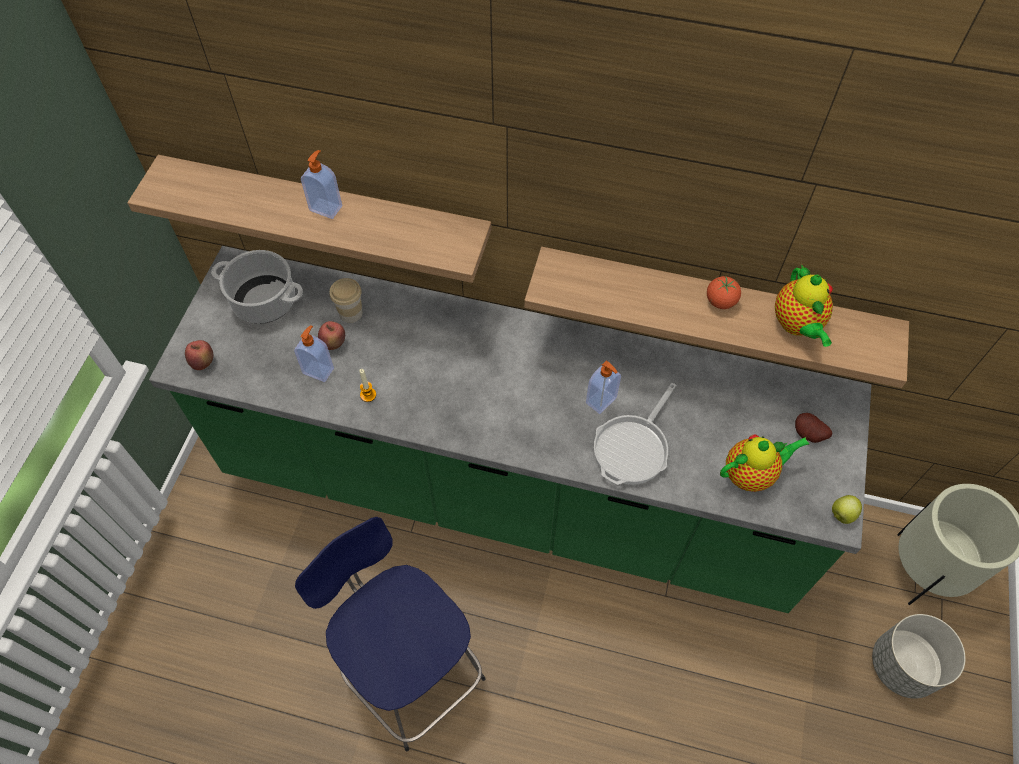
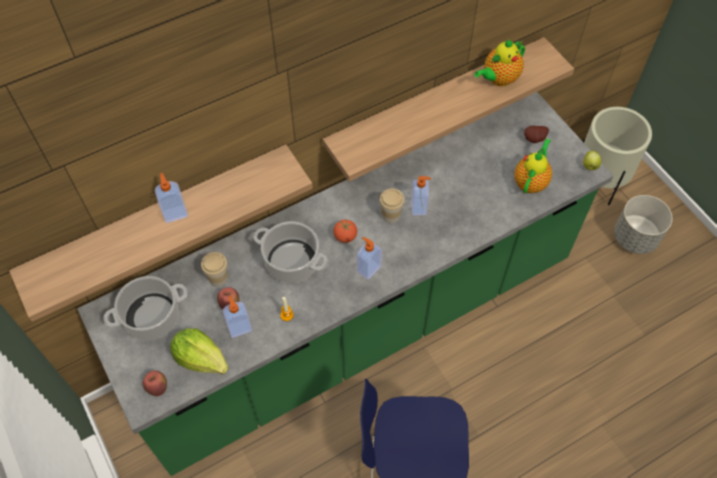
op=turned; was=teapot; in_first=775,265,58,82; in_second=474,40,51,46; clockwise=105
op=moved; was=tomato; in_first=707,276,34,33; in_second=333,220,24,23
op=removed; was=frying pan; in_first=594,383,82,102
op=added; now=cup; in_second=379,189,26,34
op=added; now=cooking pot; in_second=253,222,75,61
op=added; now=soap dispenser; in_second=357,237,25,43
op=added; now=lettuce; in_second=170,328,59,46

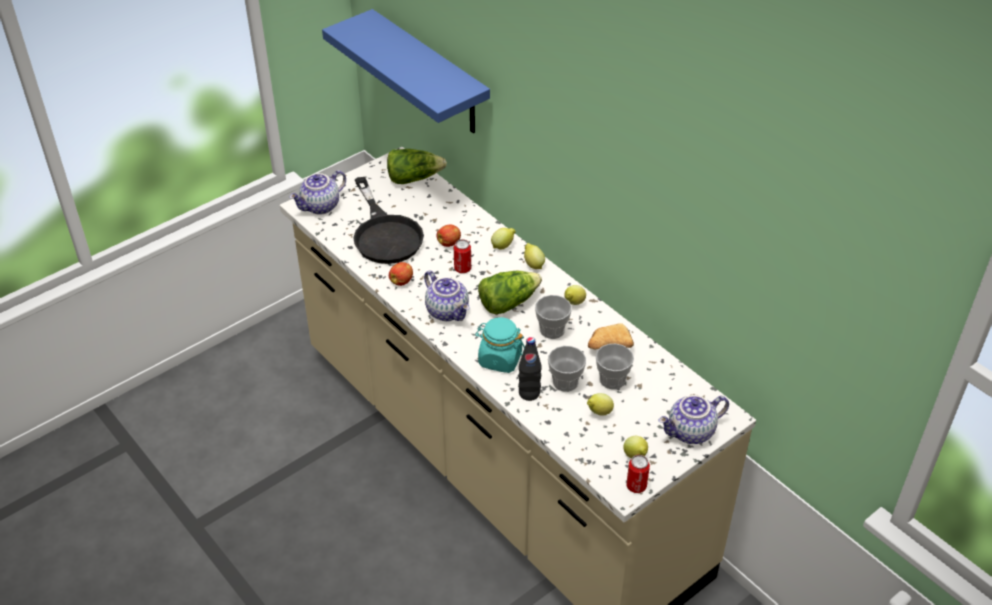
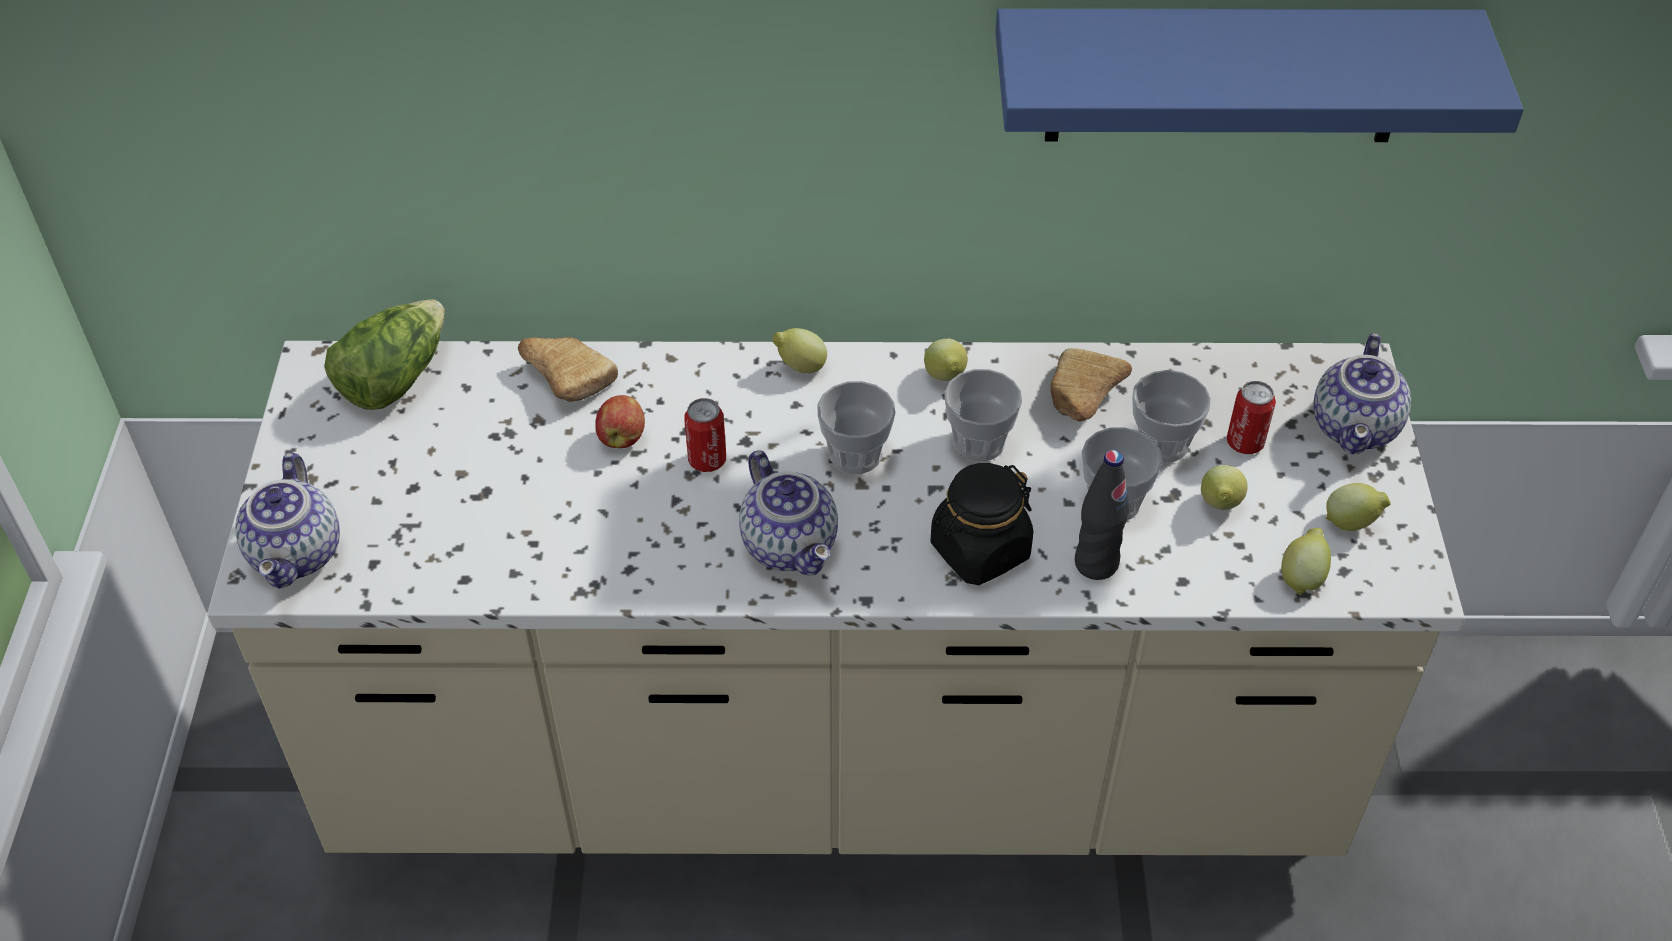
op=moved; was=blue shelf; in_first=322,9,168,125; in_second=995,9,529,133
op=removed; was=black frying pan; in_first=353,177,71,87
op=moved; was=lemon; in_first=491,228,25,22; in_second=1281,528,50,68
op=removed; was=apple; in_first=389,262,24,24
op=turned; was=teapot; in_first=424,271,45,50; in_second=739,450,99,126; clockwise=60
op=replaced; was=lettuce; now=cup; in_first=478,271,64,43; in_second=817,381,78,93
op=recoloured; was=turquoise jar; now=black jar; in_first=475,317,50,56; in_second=930,463,103,122
op=moved; was=can; in_first=626,455,24,38; in_second=1227,381,49,73
op=added; now=bread; in_second=518,337,100,65

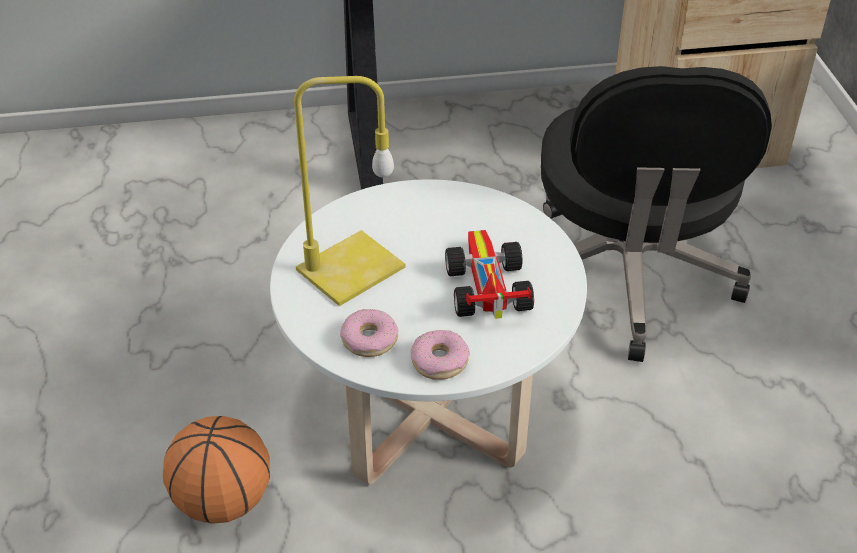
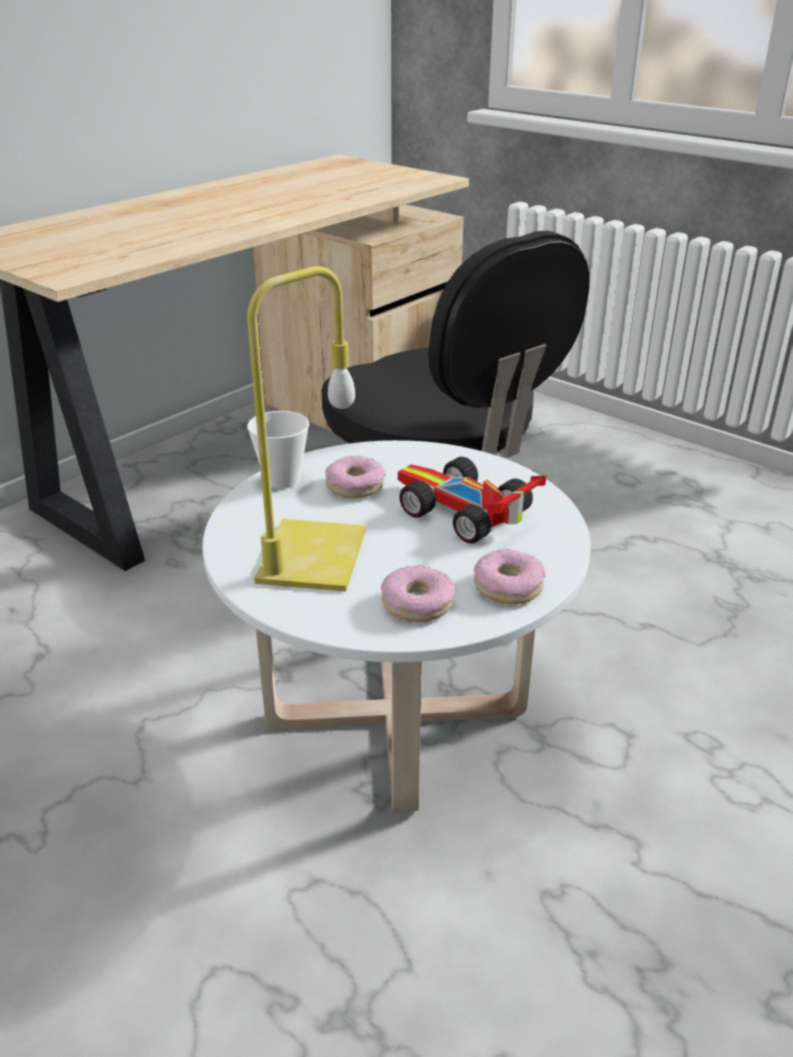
op=removed; was=basketball; in_first=163,416,107,108
op=added; now=cup; in_second=247,411,62,78
op=added; now=donut; in_second=325,456,61,42

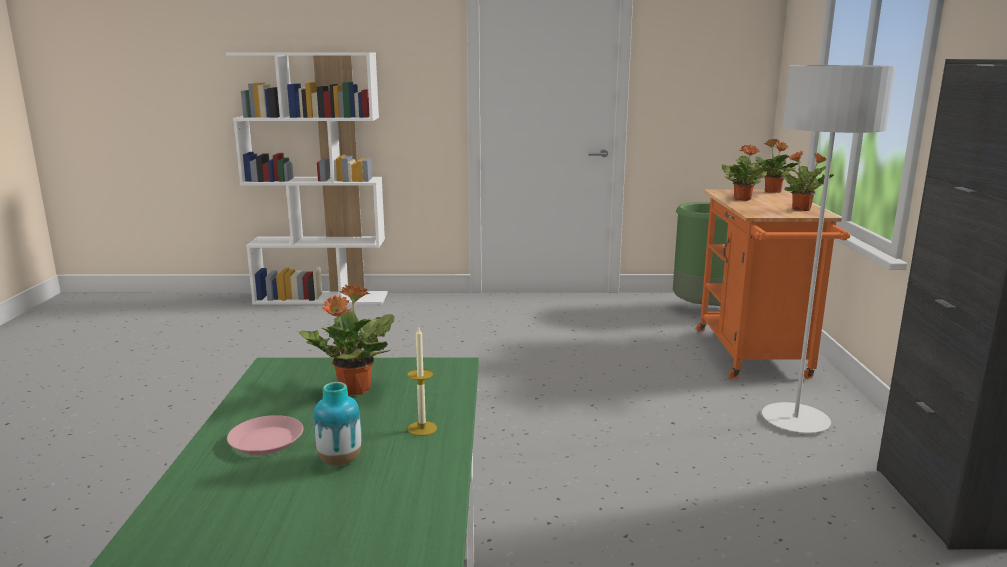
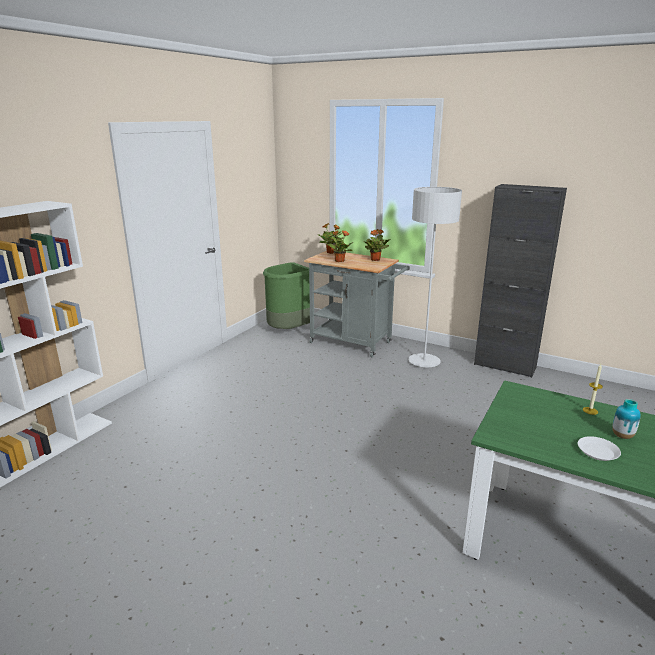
op=recoloured; was=orange cart; now=grey cart; in_first=696,190,154,189; in_second=304,251,106,107
op=removed; was=potted plant; in_first=299,285,96,110
op=recoloured; was=pink plate; now=white plate; in_first=227,415,76,40; in_second=578,436,43,25

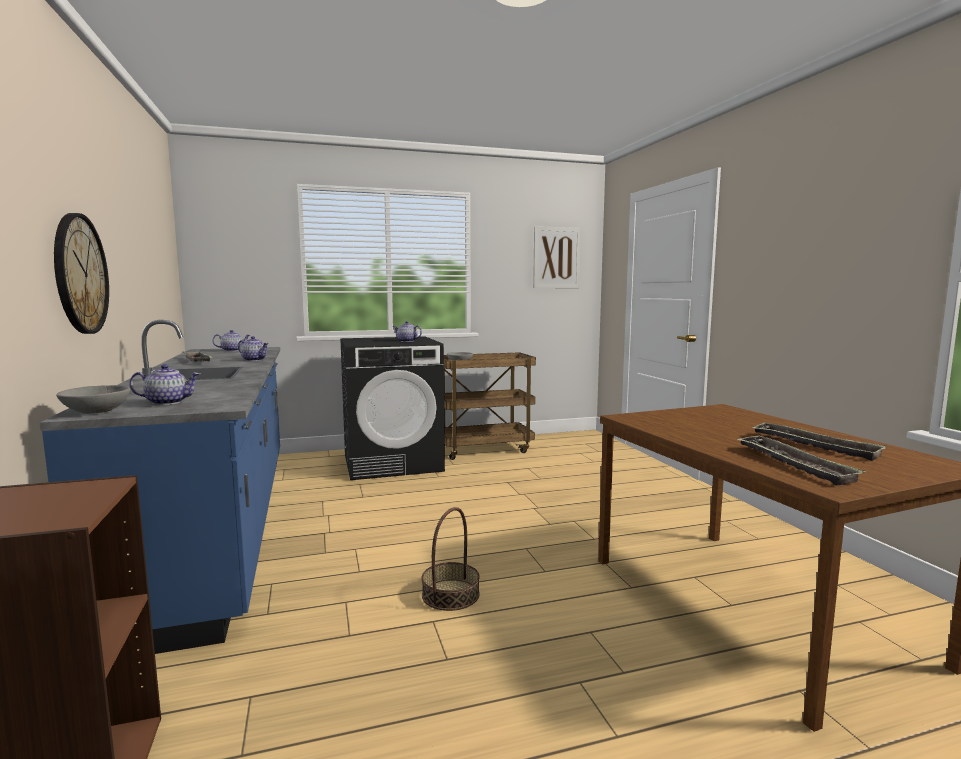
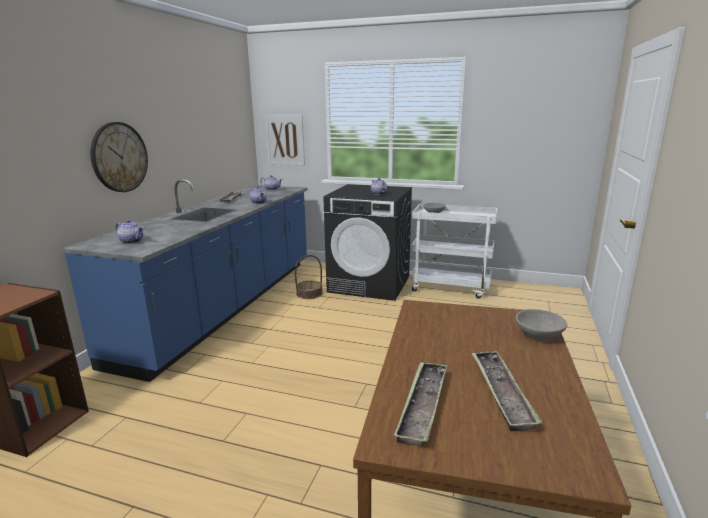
op=moved; was=picture; in_first=533,226,48,62; in_second=265,115,40,51
op=recoloured; was=brown cart; now=white cart; in_first=443,352,93,108; in_second=410,204,88,95
op=moved; was=grey bowl; in_first=56,385,74,29; in_second=516,309,51,30
op=moved; was=basket; in_first=421,507,59,104; in_second=295,255,28,44

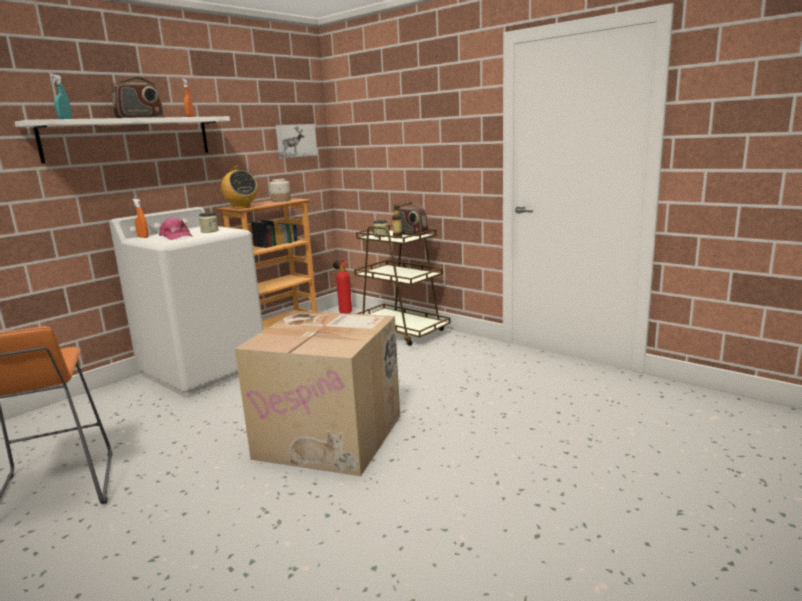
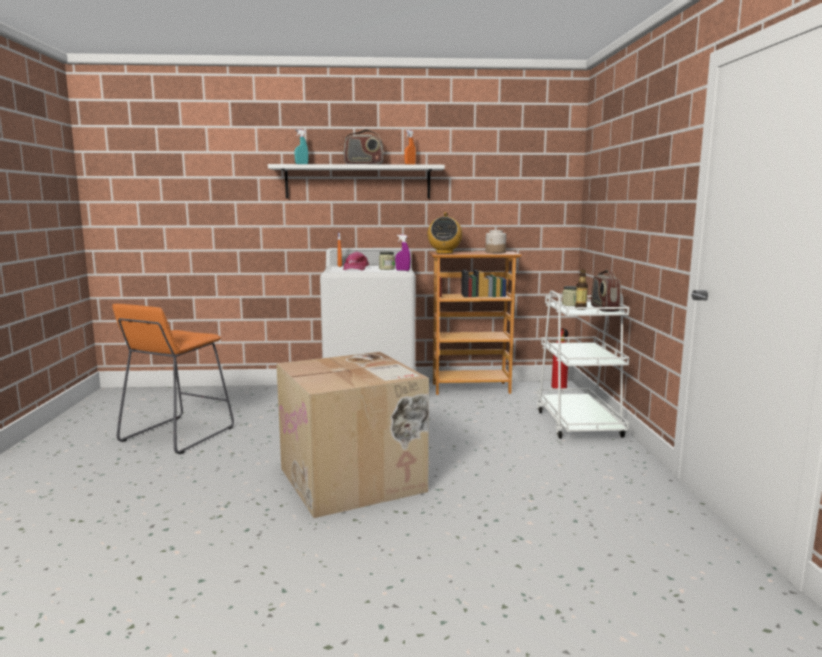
op=removed; was=picture; in_first=276,124,42,35
op=recoloured; was=brown cart; now=white cart; in_first=354,225,96,121; in_second=537,290,93,149
op=added; now=purple spray bottle; in_second=395,235,16,36

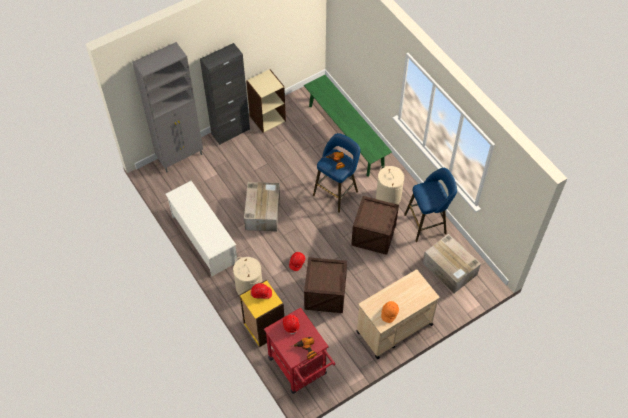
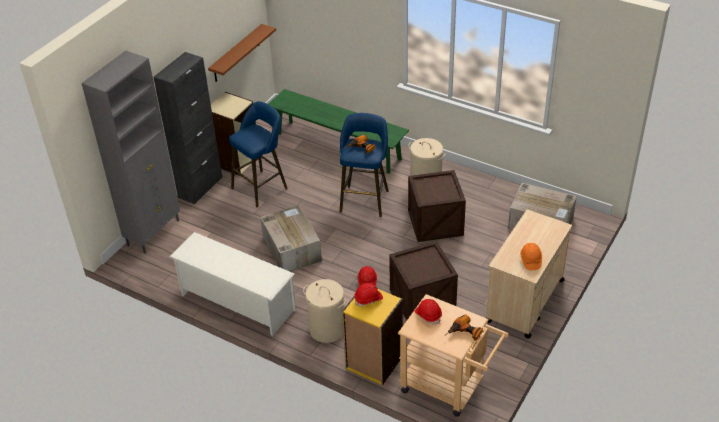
op=moved; was=blue stool; in_first=404,168,53,74; in_second=229,101,59,106
op=recoloured; was=red cart; now=beige cart; in_first=264,307,71,87; in_second=398,294,111,123
op=added; now=brown shelf; in_second=208,24,68,58

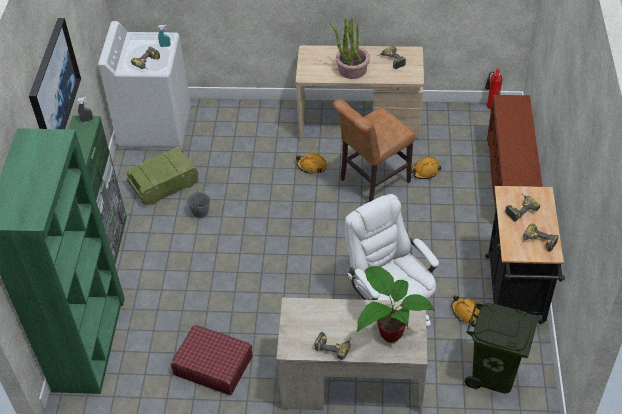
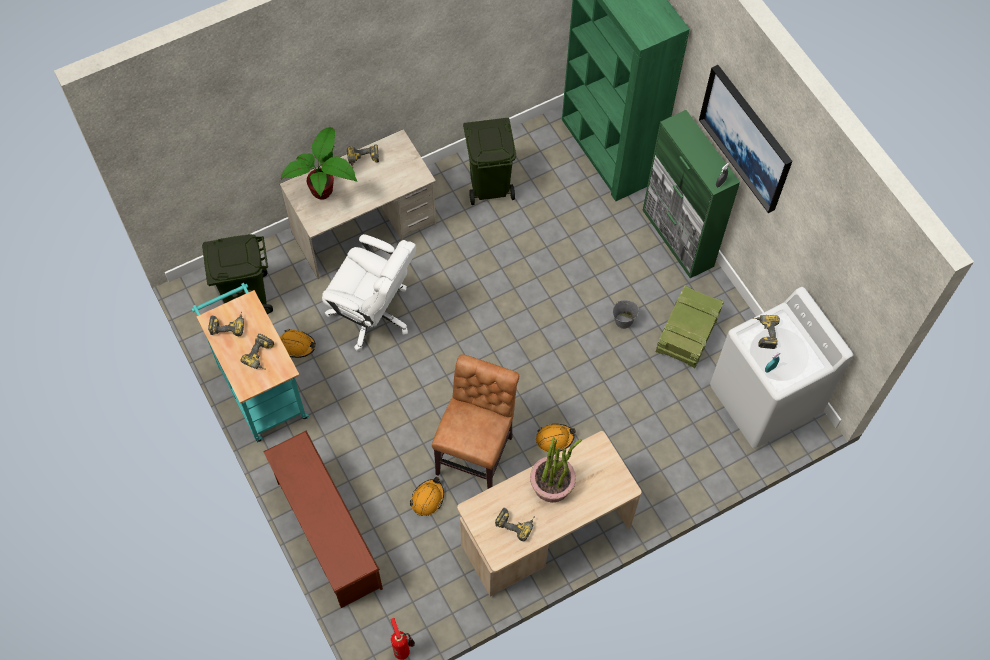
op=recoloured; was=black cart; now=turquoise cart; in_first=485,186,80,138; in_second=192,283,117,159
op=replaced; was=red suitcase; now=green trash can; in_first=171,325,81,70; in_second=463,118,53,87

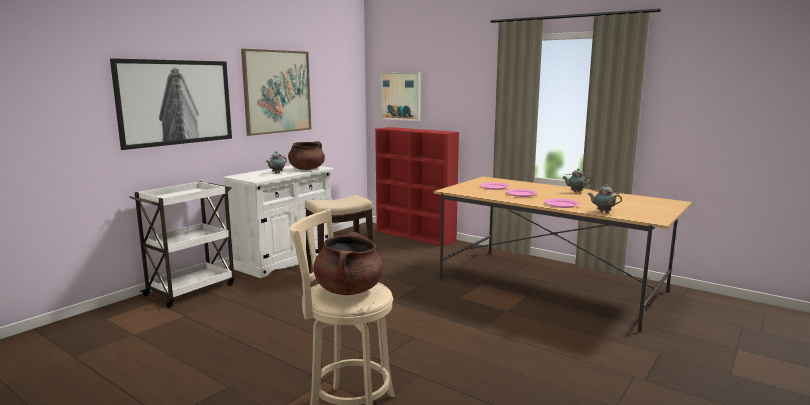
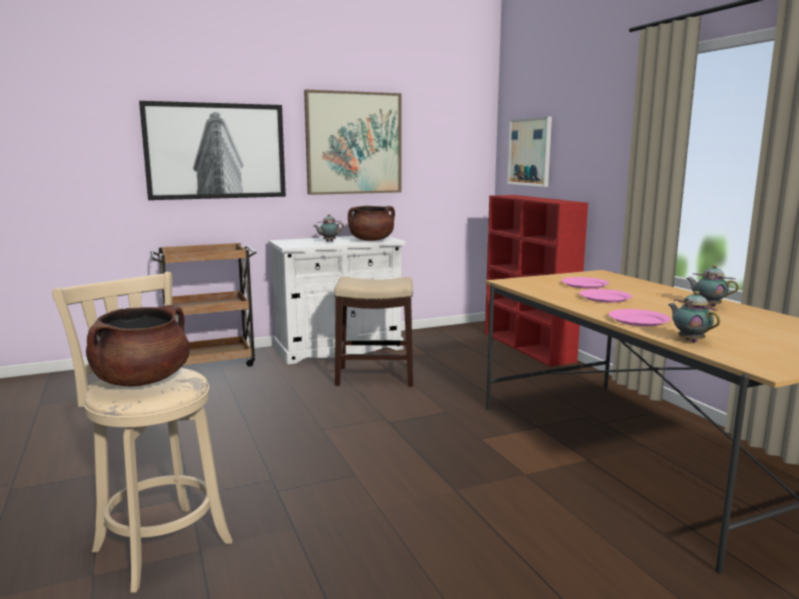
op=recoloured; was=white cart; now=brown cart; in_first=129,181,105,126; in_second=150,243,107,124

